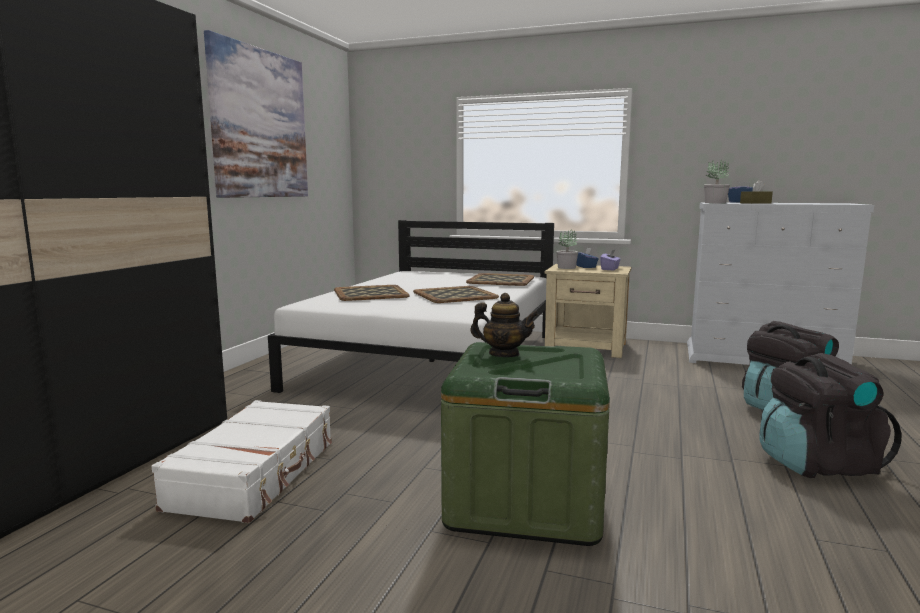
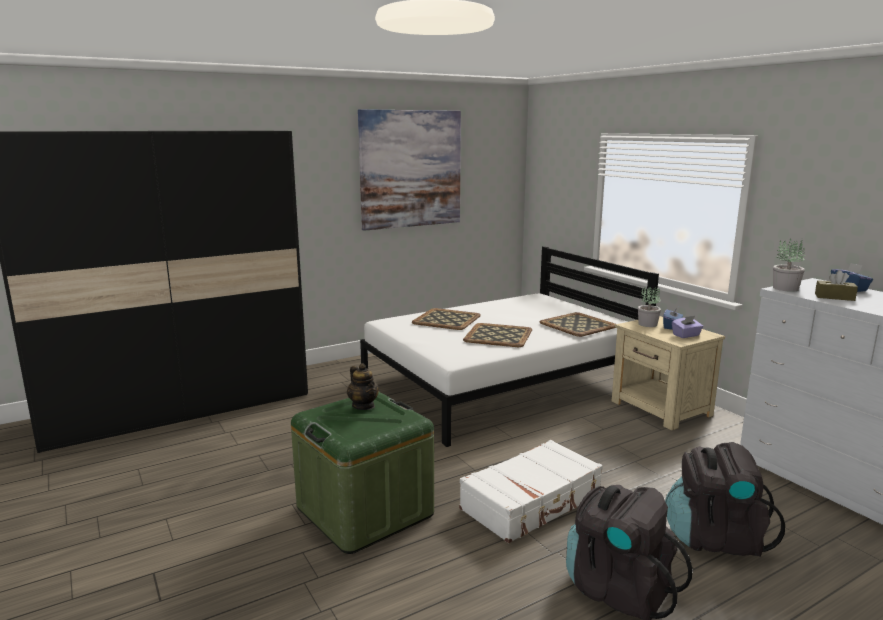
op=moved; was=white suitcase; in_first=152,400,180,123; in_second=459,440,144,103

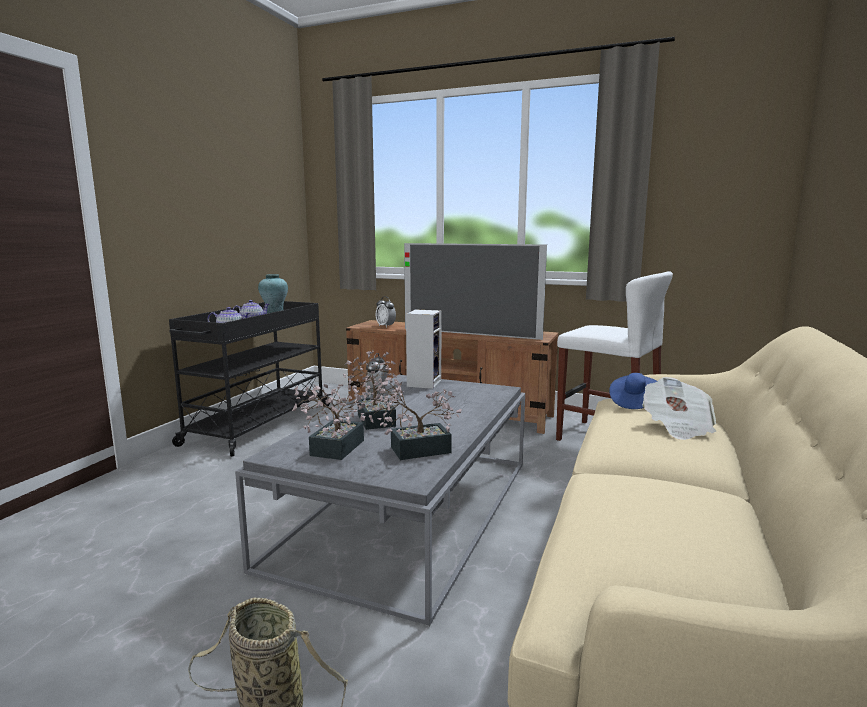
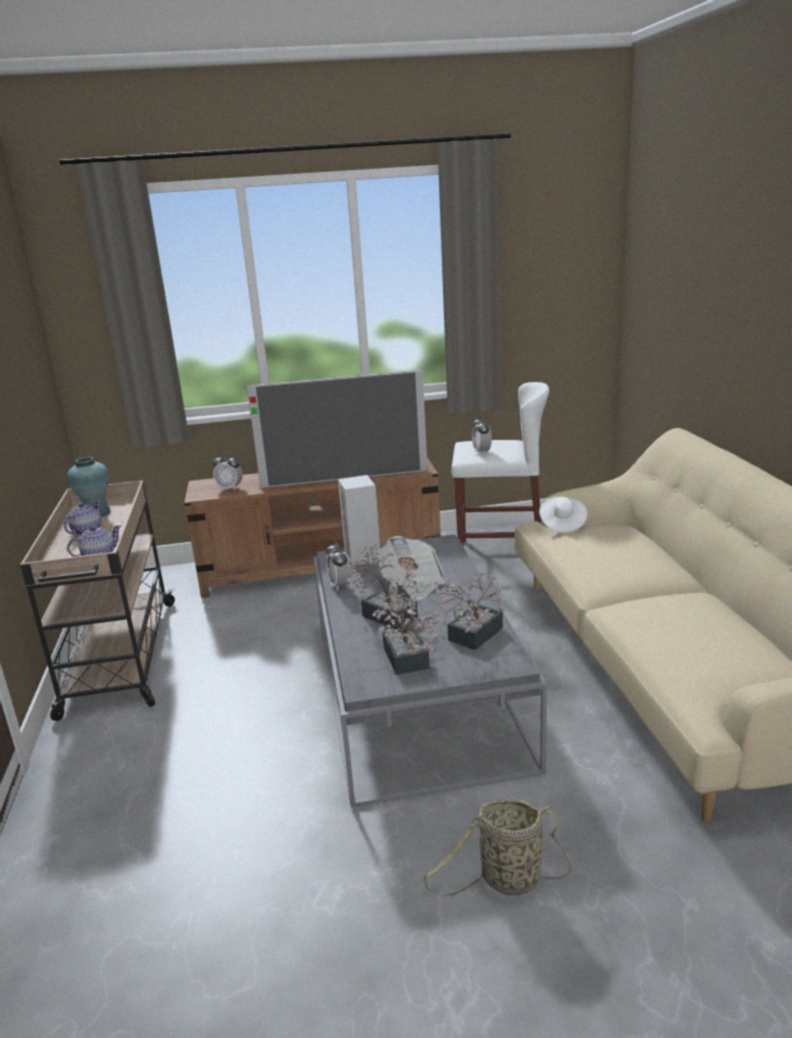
op=recoloured; was=black cart; now=beige cart; in_first=169,301,162,156; in_second=20,481,155,240
op=recoloured; was=blue hat; now=white hat; in_first=609,373,48,36; in_second=539,496,48,37
op=moved; was=newspaper; in_first=642,377,74,63; in_second=377,536,68,64
op=added; now=alarm clock; in_second=472,416,20,38

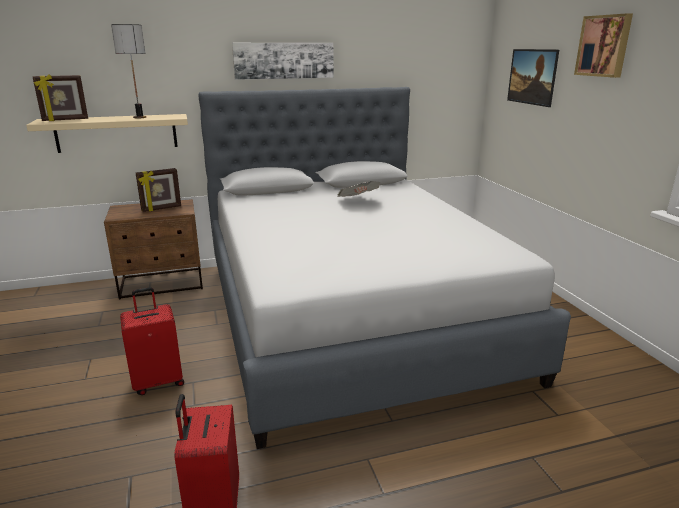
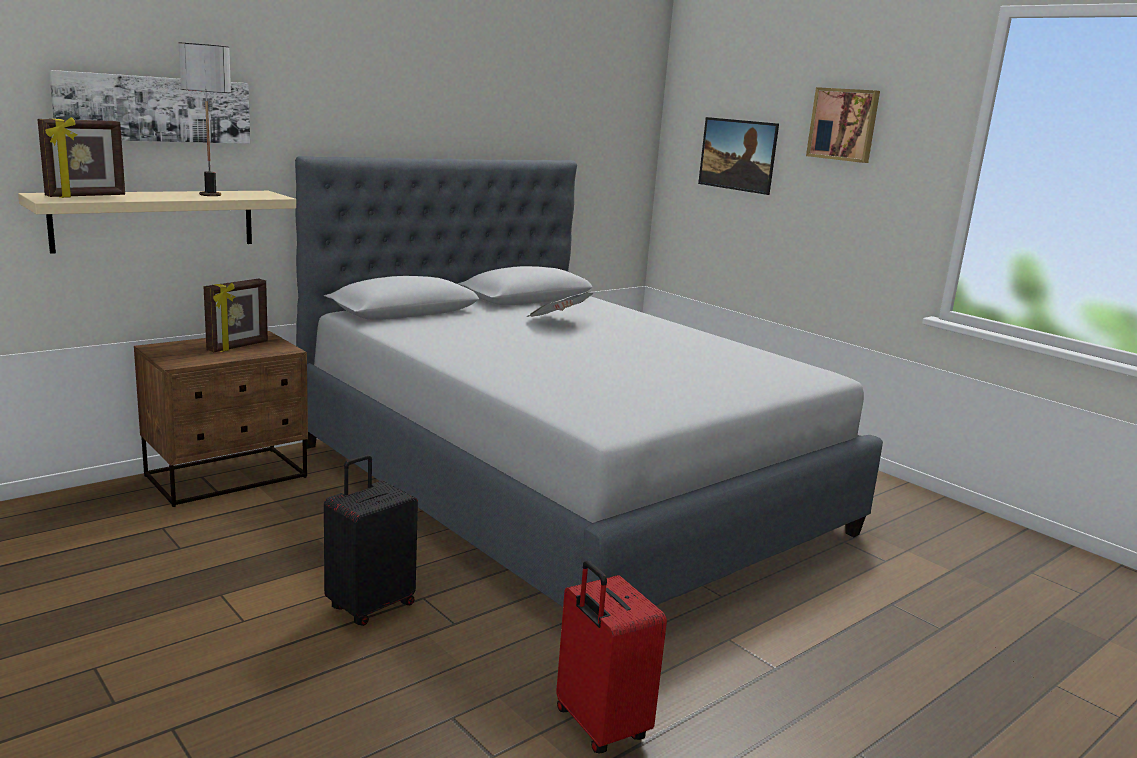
op=moved; was=picture; in_first=232,43,102,37; in_second=49,70,201,74
op=recoloured; was=red suitcase; now=black suitcase; in_first=120,287,64,108; in_second=324,455,94,171

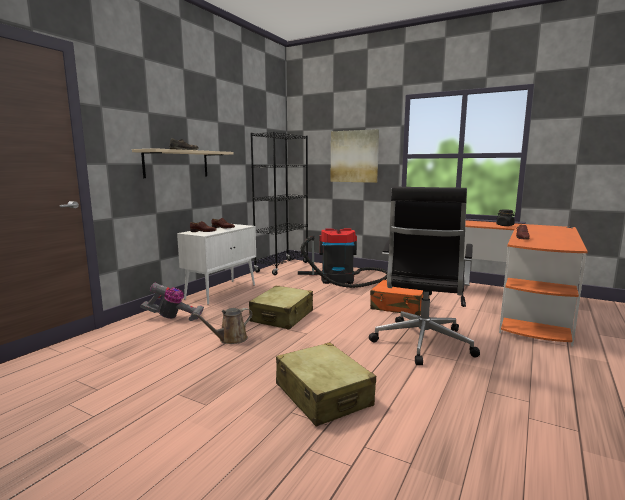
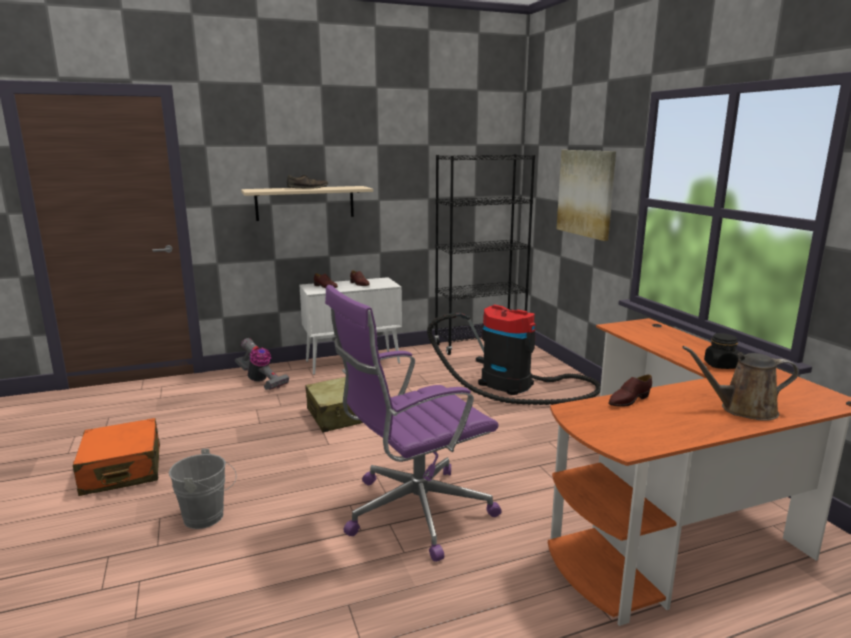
op=recoloured; was=black office chair; now=purple office chair; in_first=369,187,111,178; in_second=325,285,177,277
op=moved; was=orange suitcase; in_first=370,280,60,36; in_second=73,418,87,78
op=moved; was=brown watering can; in_first=193,308,59,36; in_second=682,346,117,75
op=replaced; was=beige suitcase; now=grey bucket; in_first=276,342,100,85; in_second=169,449,67,80

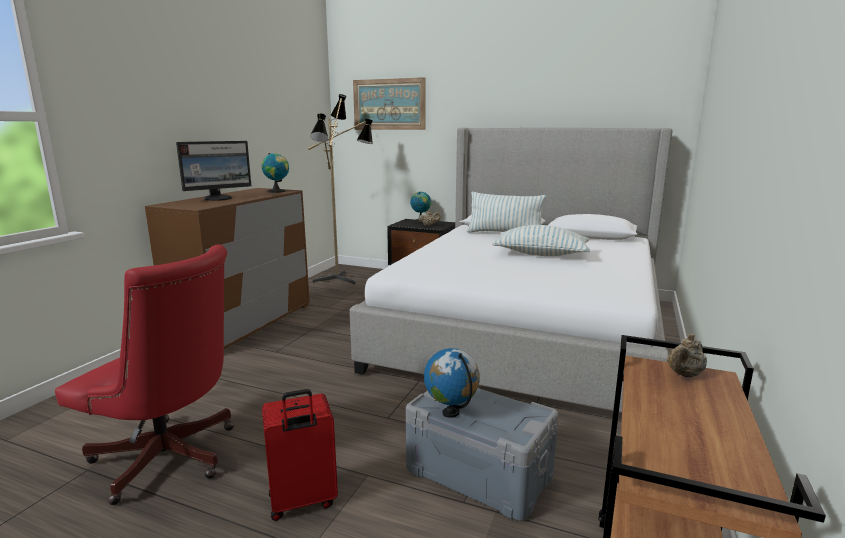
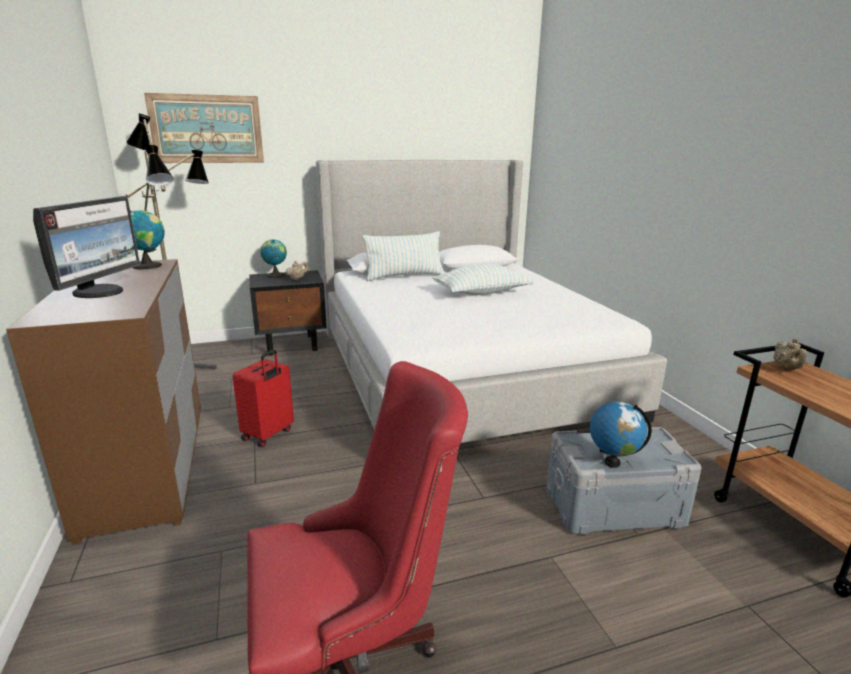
op=moved; was=red suitcase; in_first=262,389,76,132; in_second=232,350,62,97

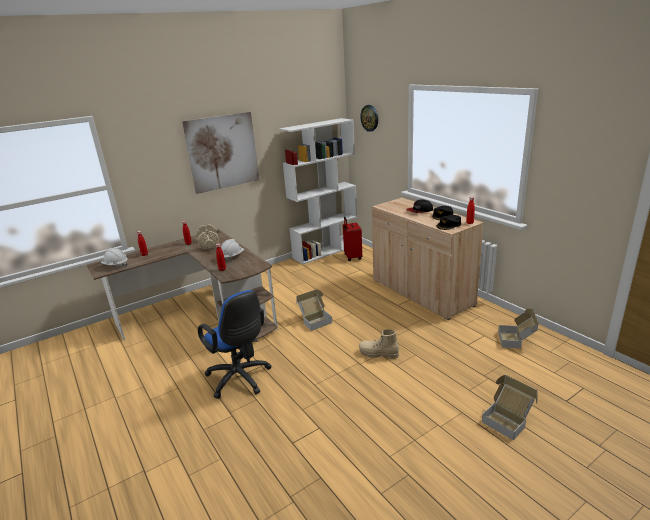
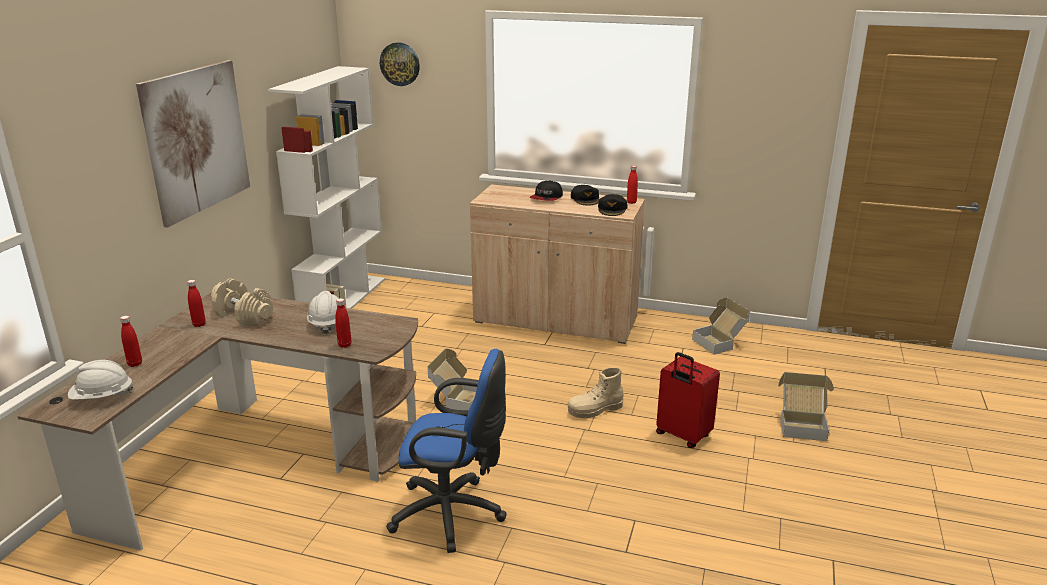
op=moved; was=red suitcase; in_first=343,217,19,44; in_second=656,352,64,96

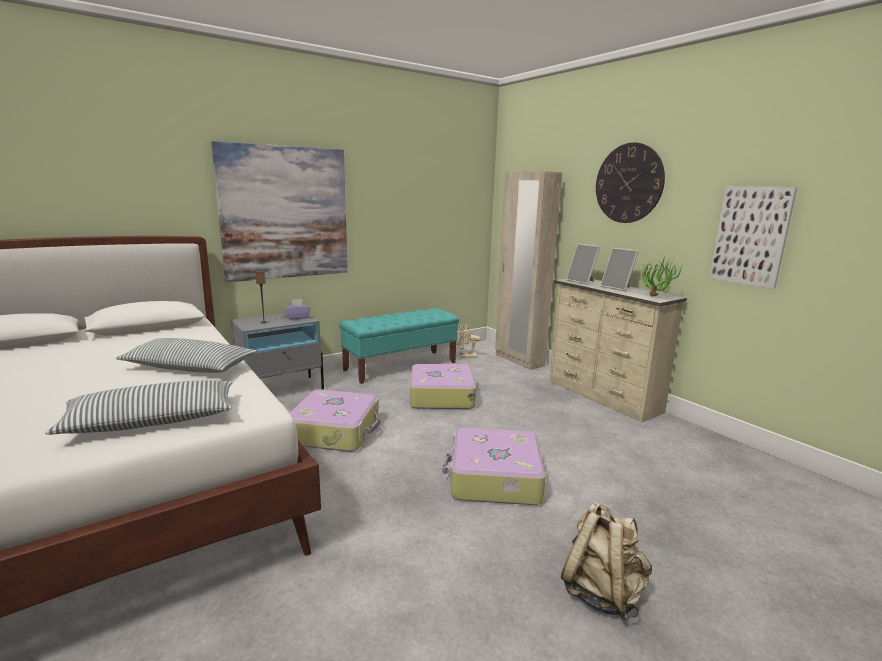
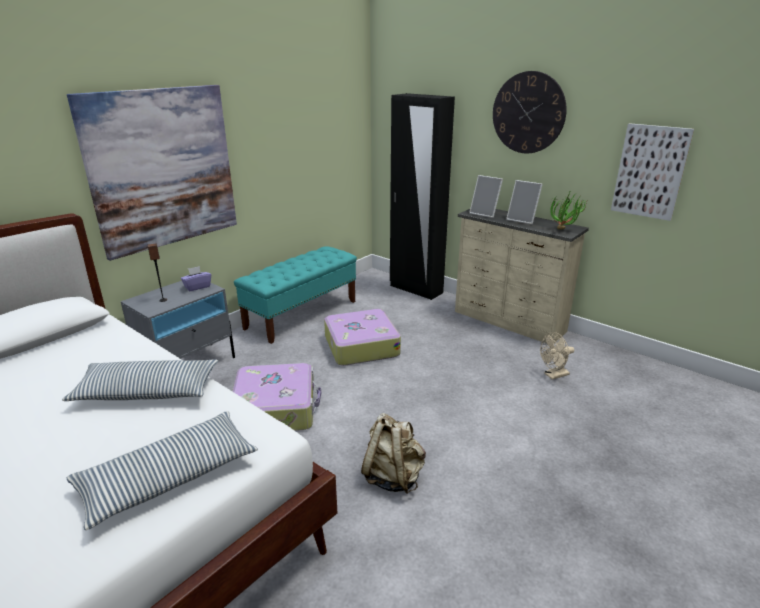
op=recoloured; was=beige wardrobe; now=black wardrobe; in_first=495,171,67,199; in_second=390,93,65,207
op=moved; was=beige fan; in_first=456,323,24,35; in_second=540,332,34,48
op=removed; was=suitcase; in_first=442,428,104,77
op=moved; was=beige backpack; in_first=561,502,91,118; in_second=361,413,65,81

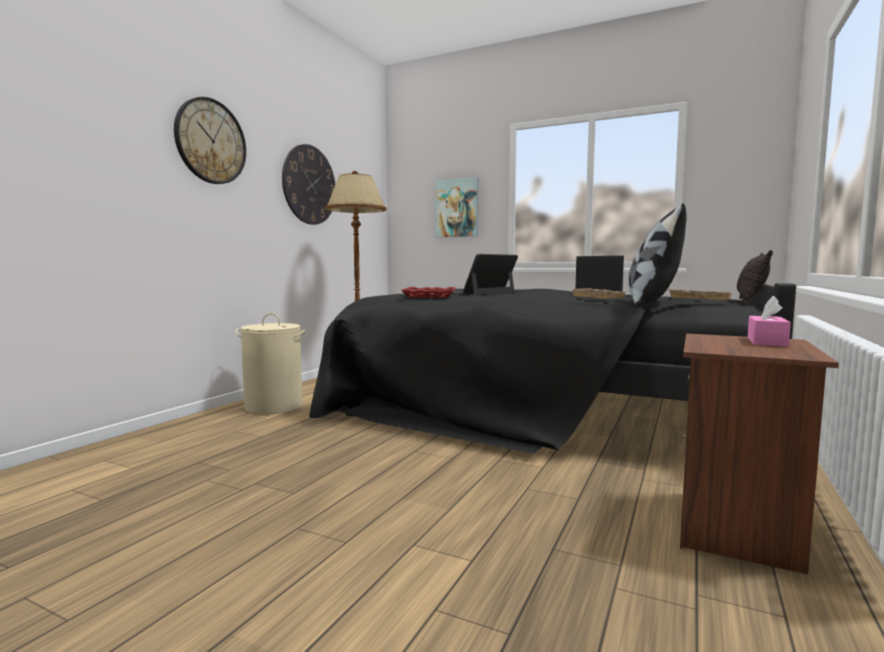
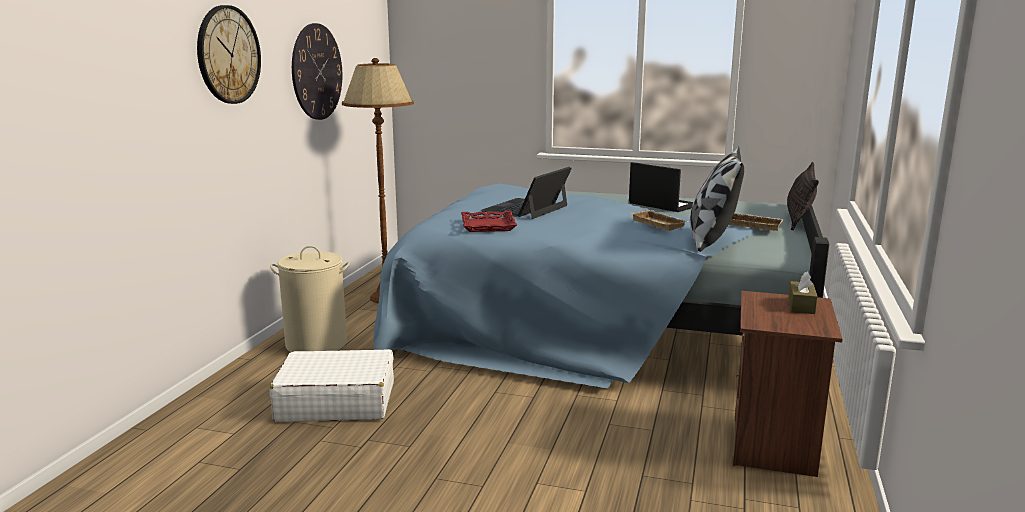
op=removed; was=picture; in_first=435,177,43,60
op=recoloured; was=black bed; now=blue bed; in_first=309,283,487,171; in_second=373,179,456,209
op=recoloured; was=pink tissue box; now=brown tissue box; in_first=748,296,43,51; in_second=788,272,30,42
op=added; now=white suitcase; in_second=270,349,124,73

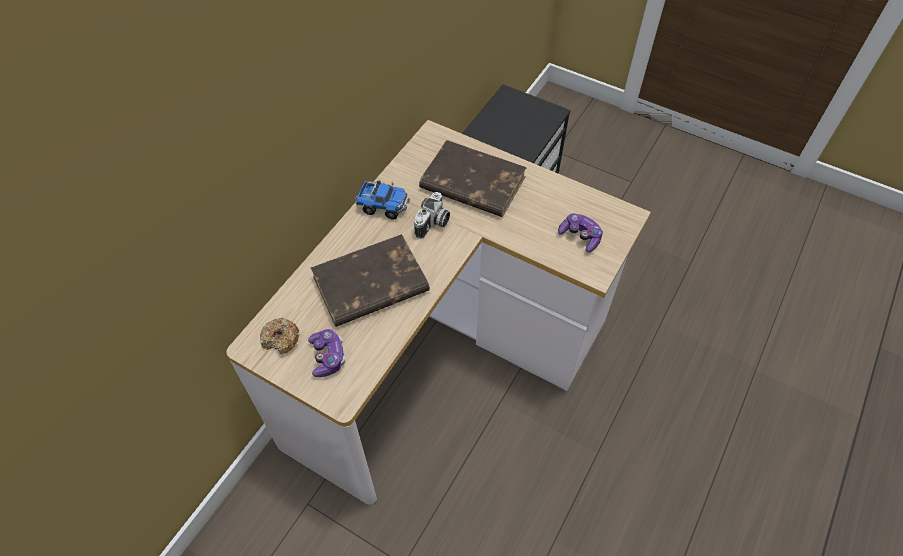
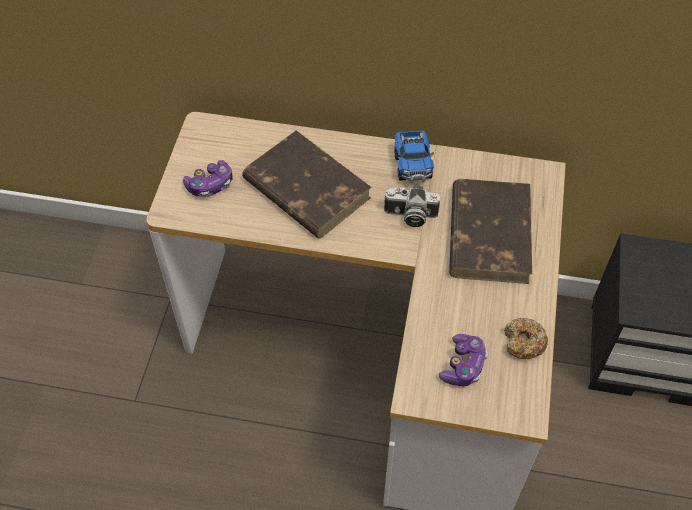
op=moved; was=donut; in_first=260,318,39,36; in_second=504,318,44,41

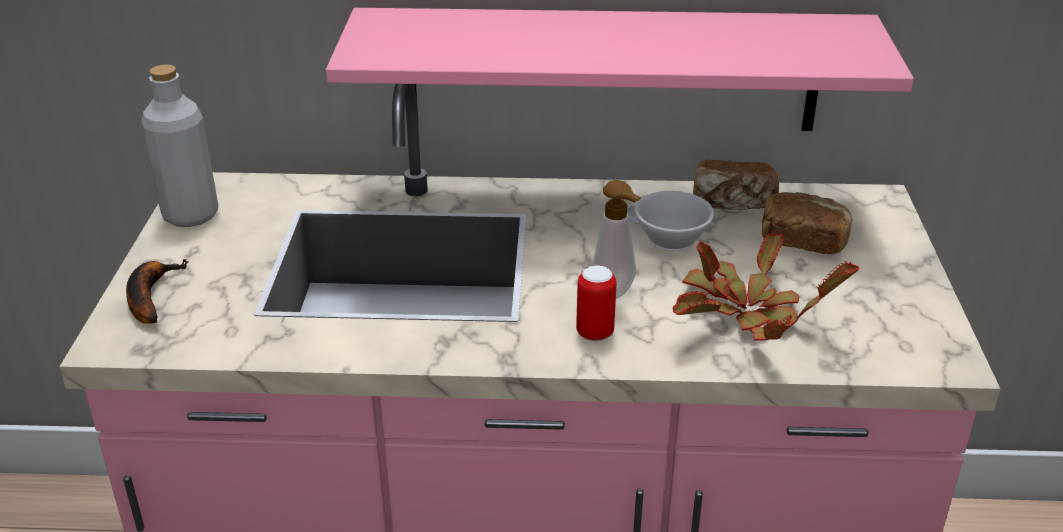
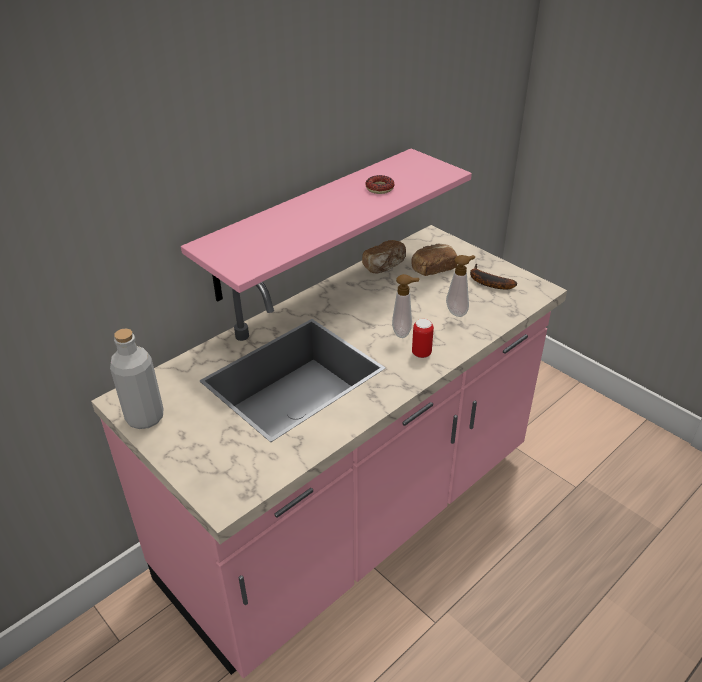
op=removed; was=white cup; in_first=627,191,87,60
op=replaced; was=potted plant; now=soap dispenser; in_first=673,231,187,109; in_second=446,255,29,62
op=moved; was=banana; in_first=126,259,63,65; in_second=470,264,47,26
op=added; now=donut; in_second=366,175,28,19

